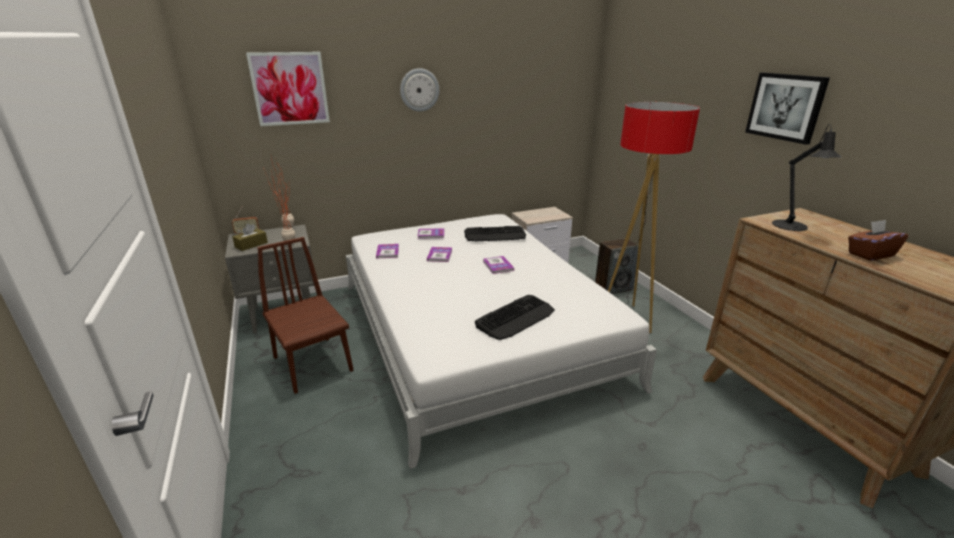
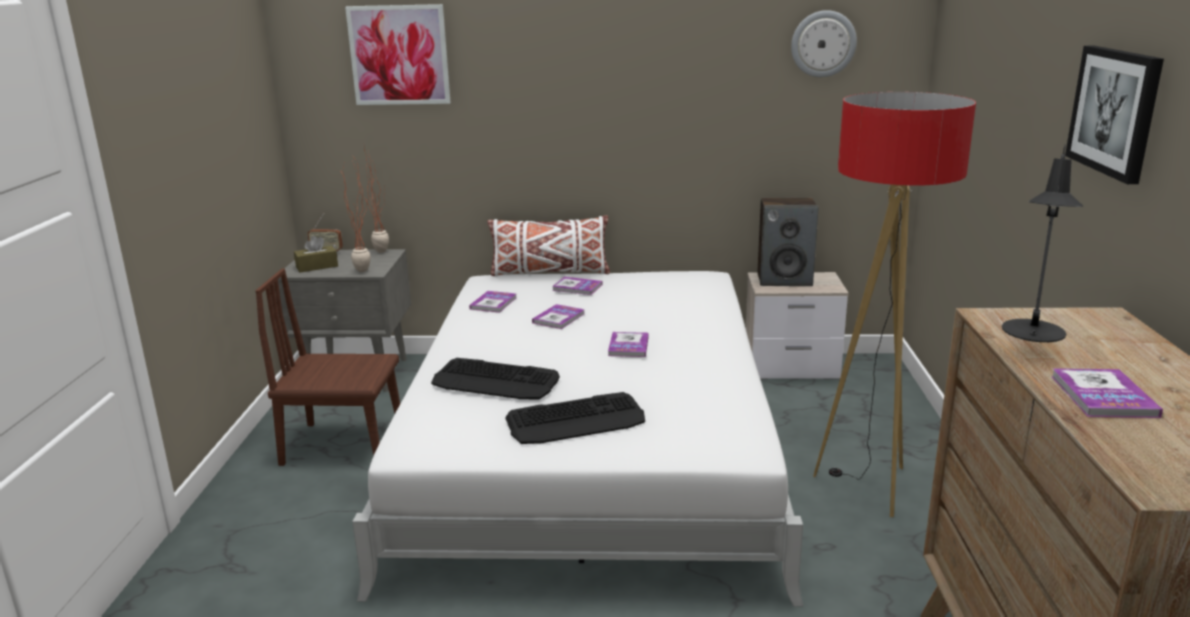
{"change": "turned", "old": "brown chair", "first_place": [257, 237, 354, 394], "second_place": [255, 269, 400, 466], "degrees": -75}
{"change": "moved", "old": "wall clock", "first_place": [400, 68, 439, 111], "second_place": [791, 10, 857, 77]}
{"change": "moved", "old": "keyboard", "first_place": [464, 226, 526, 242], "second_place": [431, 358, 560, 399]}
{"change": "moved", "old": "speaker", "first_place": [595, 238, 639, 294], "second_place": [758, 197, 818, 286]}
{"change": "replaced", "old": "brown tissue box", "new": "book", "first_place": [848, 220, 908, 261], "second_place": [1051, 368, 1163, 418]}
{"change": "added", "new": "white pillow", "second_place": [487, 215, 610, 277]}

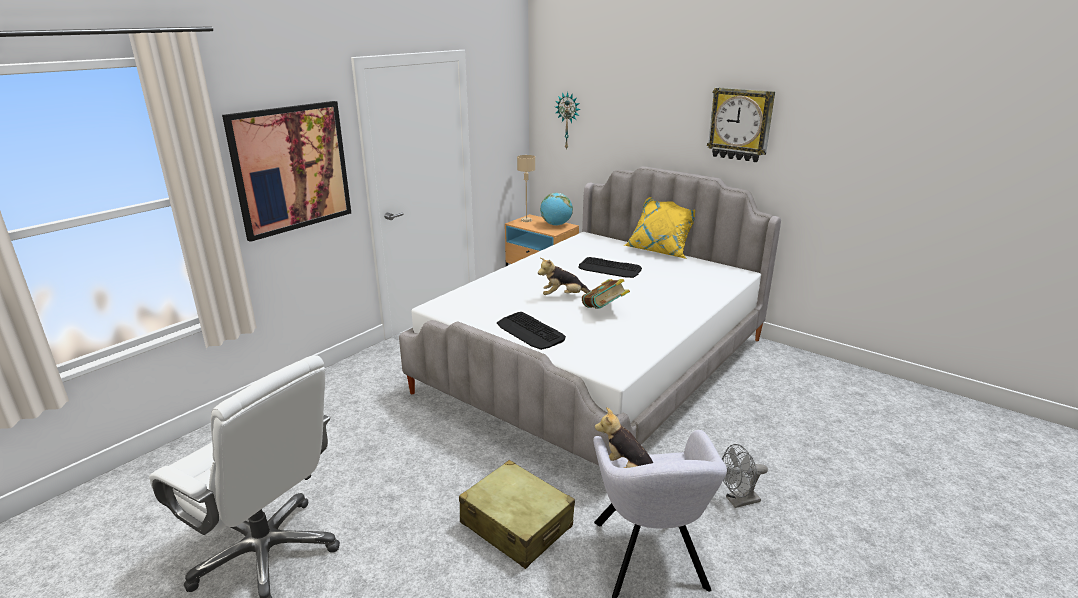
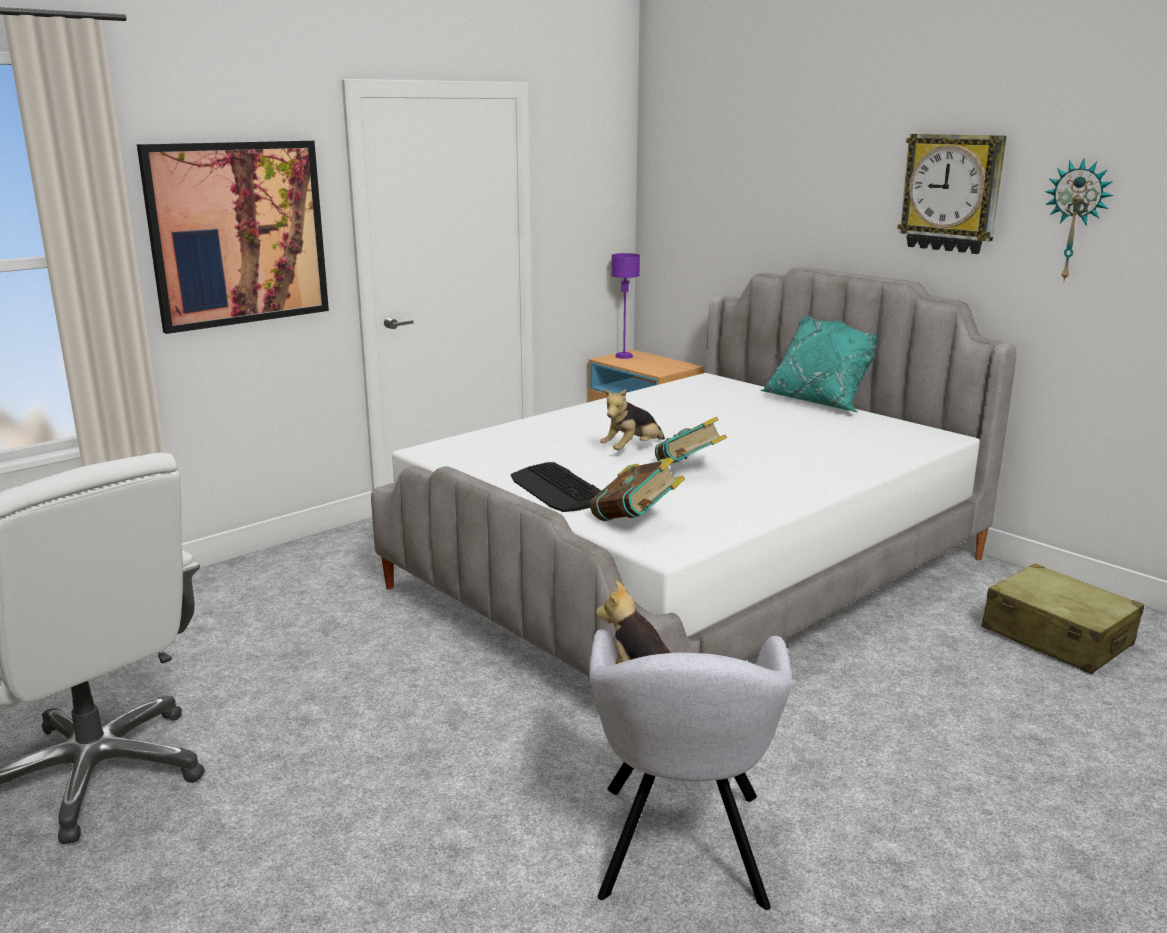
{"change": "moved", "old": "beige suitcase", "first_place": [459, 460, 575, 569], "second_place": [981, 563, 1144, 674]}
{"change": "recoloured", "old": "beige table lamp", "new": "purple table lamp", "first_place": [517, 155, 535, 222], "second_place": [611, 253, 640, 359]}
{"change": "turned", "old": "plush toy", "first_place": [538, 258, 590, 295], "second_place": [600, 389, 665, 450], "degrees": -45}
{"change": "removed", "old": "globe", "first_place": [540, 193, 573, 226]}
{"change": "moved", "old": "wall clock", "first_place": [555, 92, 580, 150], "second_place": [1044, 158, 1113, 282]}
{"change": "removed", "old": "keyboard", "first_place": [578, 257, 642, 278]}
{"change": "recoloured", "old": "yellow pillow", "new": "turquoise pillow", "first_place": [624, 197, 695, 259], "second_place": [760, 315, 877, 412]}
{"change": "removed", "old": "grey fan", "first_place": [722, 444, 768, 508]}
{"change": "added", "new": "book", "second_place": [589, 457, 685, 521]}

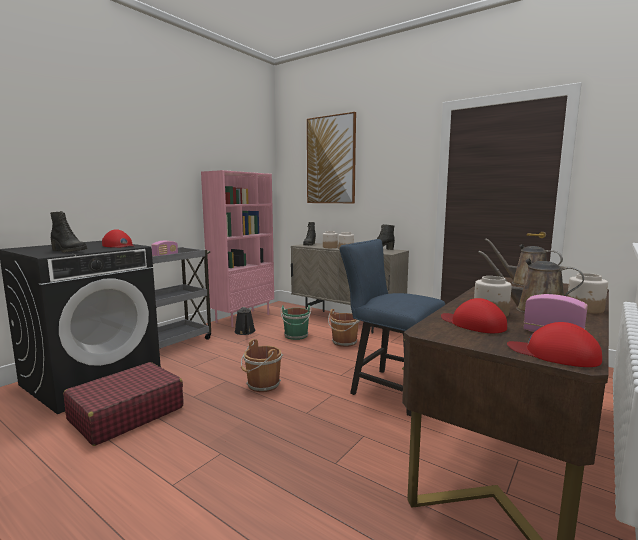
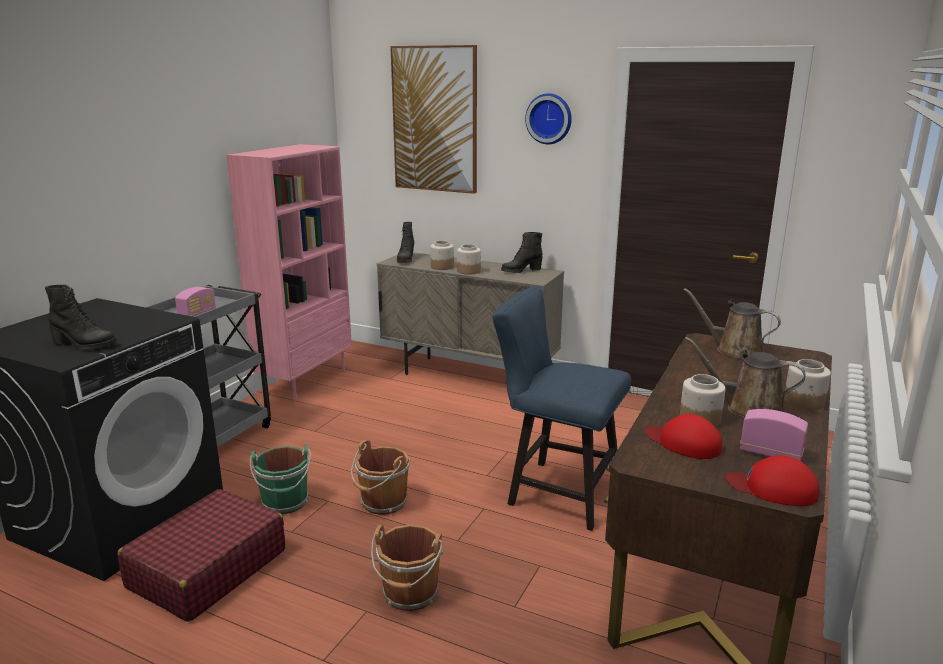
{"change": "removed", "old": "red cap", "first_place": [102, 229, 133, 248]}
{"change": "removed", "old": "black watering can", "first_place": [234, 307, 256, 335]}
{"change": "moved", "old": "green bucket", "first_place": [281, 305, 311, 340], "second_place": [249, 444, 311, 514]}
{"change": "moved", "old": "brown bucket", "first_place": [328, 309, 360, 347], "second_place": [371, 524, 444, 611]}
{"change": "added", "new": "wall clock", "second_place": [525, 93, 572, 144]}

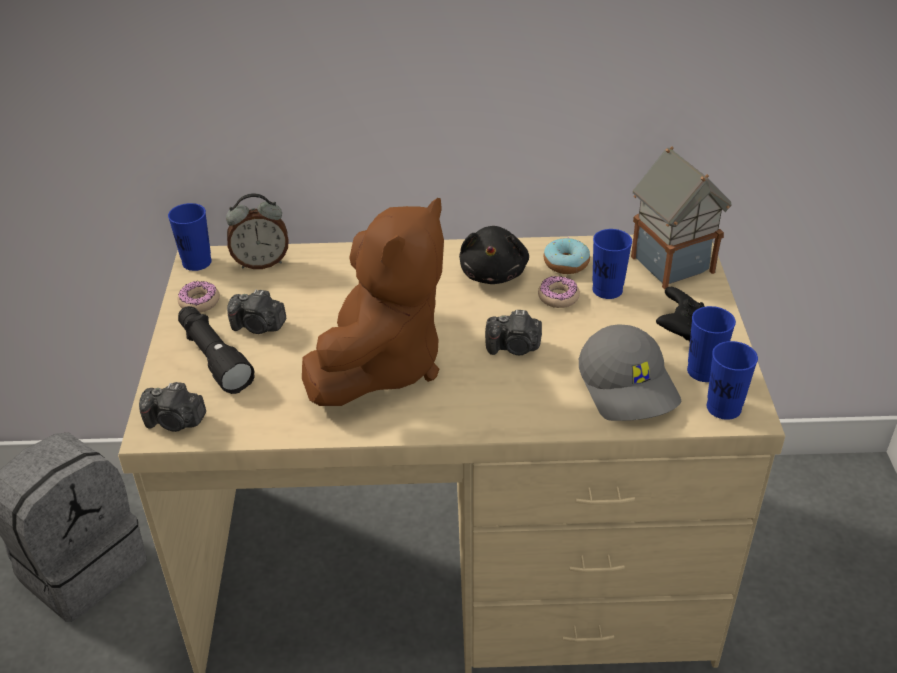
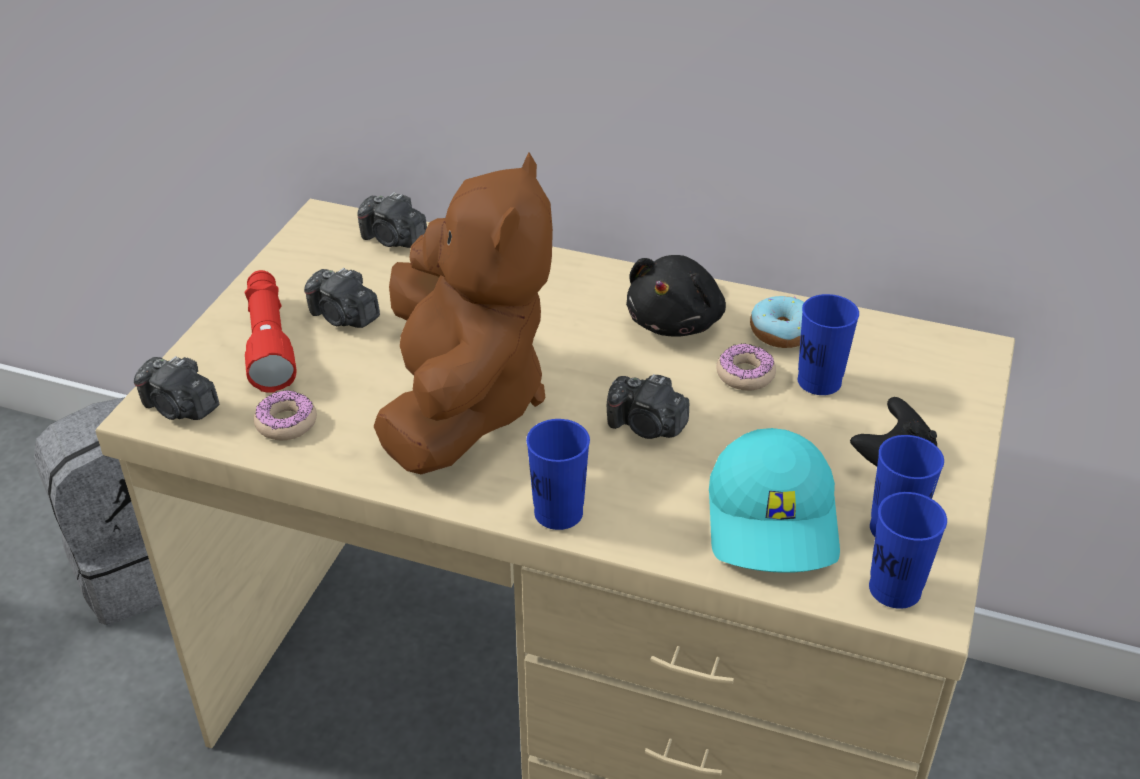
{"change": "moved", "old": "blue cup", "first_place": [168, 203, 212, 271], "second_place": [526, 419, 590, 530]}
{"change": "moved", "old": "donut", "first_place": [177, 281, 220, 312], "second_place": [254, 390, 317, 440]}
{"change": "recoloured", "old": "black flashlight", "new": "red flashlight", "first_place": [178, 306, 255, 394], "second_place": [245, 270, 296, 393]}
{"change": "replaced", "old": "alarm clock", "new": "photo camera", "first_place": [226, 193, 289, 269], "second_place": [357, 192, 427, 248]}
{"change": "turned", "old": "brown plush toy", "first_place": [302, 198, 444, 406], "second_place": [374, 153, 553, 474], "degrees": -45}
{"change": "recoloured", "old": "grey cap", "new": "turquoise cap", "first_place": [579, 324, 682, 421], "second_place": [709, 428, 840, 573]}
{"change": "removed", "old": "toy house", "first_place": [631, 146, 732, 289]}

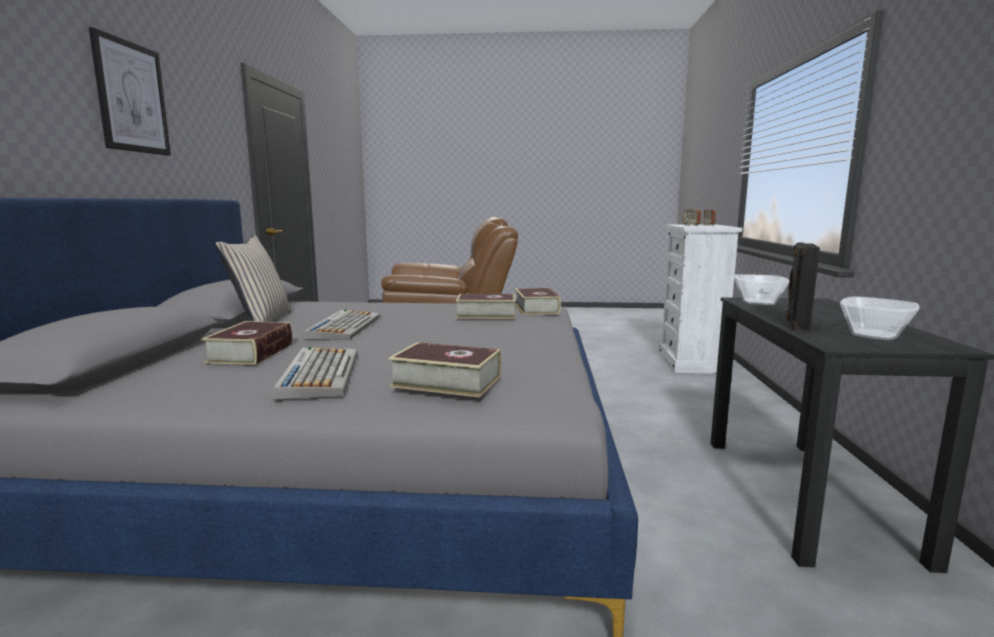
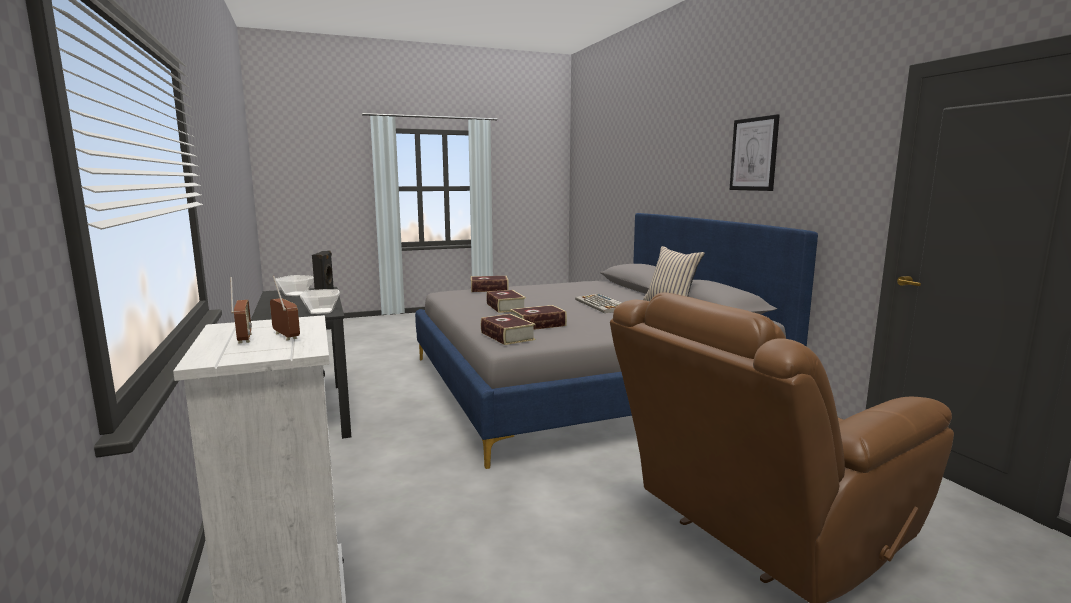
{"change": "moved", "old": "book", "first_place": [202, 321, 293, 365], "second_place": [486, 290, 526, 313]}
{"change": "removed", "old": "keyboard", "first_place": [271, 347, 357, 400]}

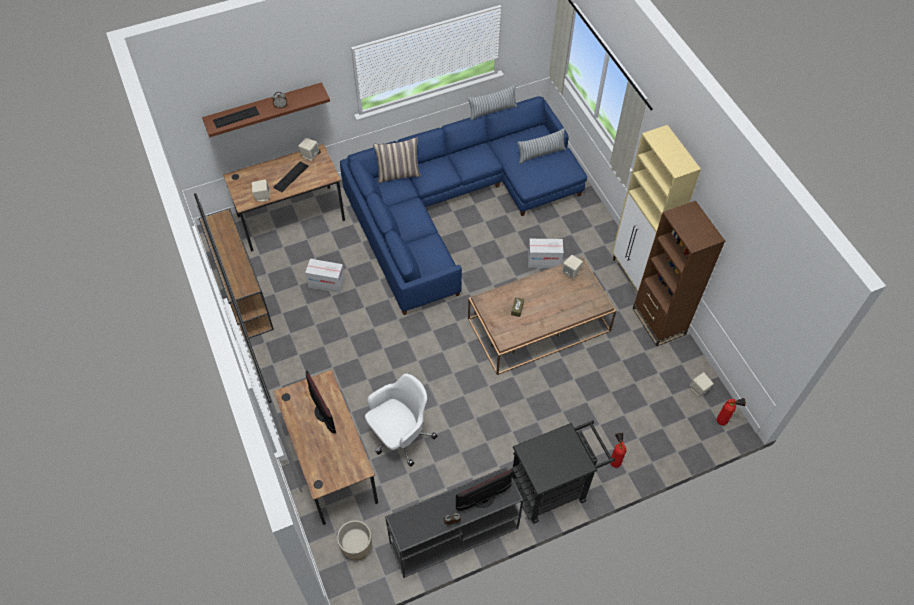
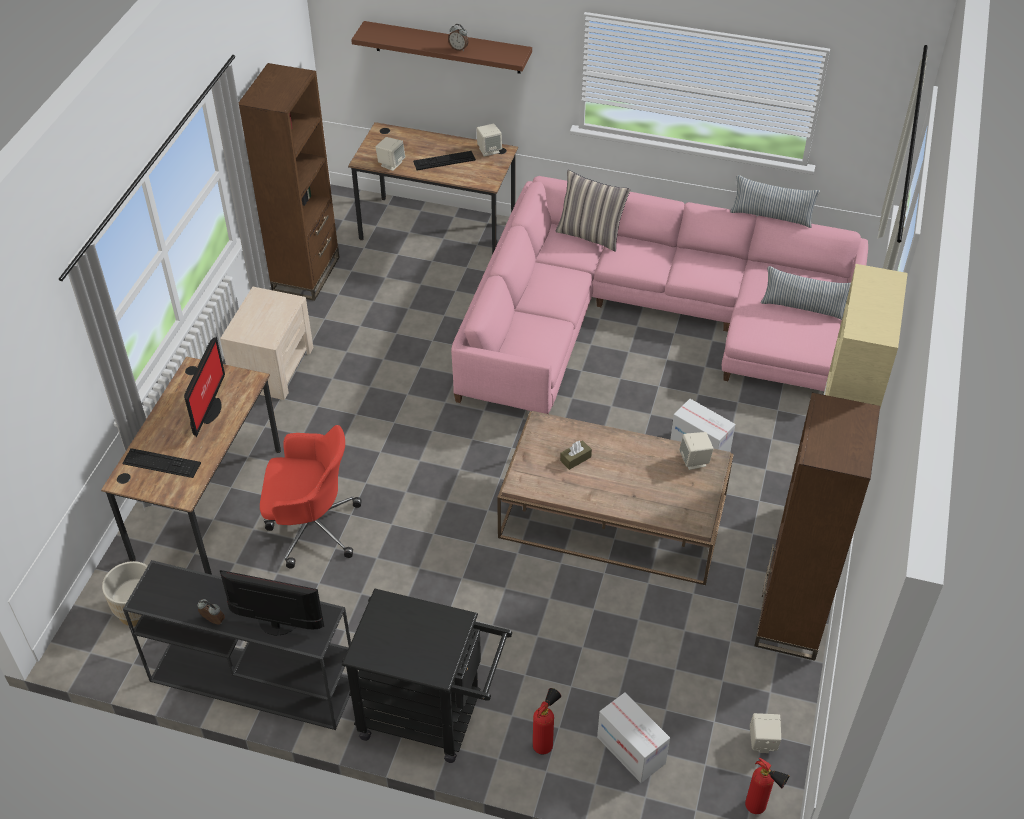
{"change": "replaced", "old": "brown console table", "new": "brown bookcase", "first_place": [199, 208, 274, 340], "second_place": [239, 63, 339, 301]}
{"change": "moved", "old": "keyboard", "first_place": [213, 106, 260, 128], "second_place": [122, 448, 201, 478]}
{"change": "moved", "old": "cardboard box", "first_place": [305, 259, 345, 293], "second_place": [597, 693, 670, 783]}
{"change": "recoloured", "old": "blue sofa", "new": "pink sofa", "first_place": [340, 96, 587, 315], "second_place": [451, 176, 868, 414]}
{"change": "recoloured", "old": "white office chair", "new": "red office chair", "first_place": [365, 374, 437, 467], "second_place": [260, 425, 362, 569]}
{"change": "added", "new": "beige nightstand", "second_place": [220, 287, 313, 400]}

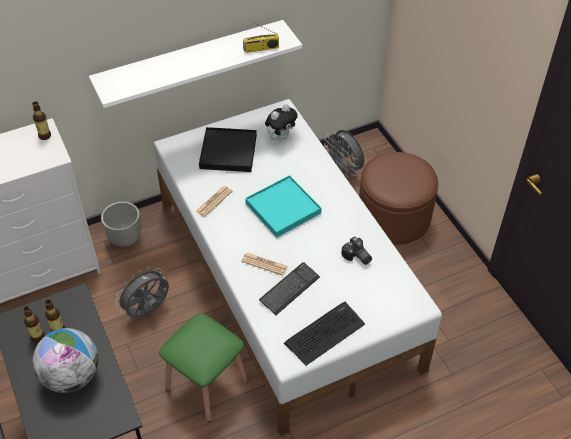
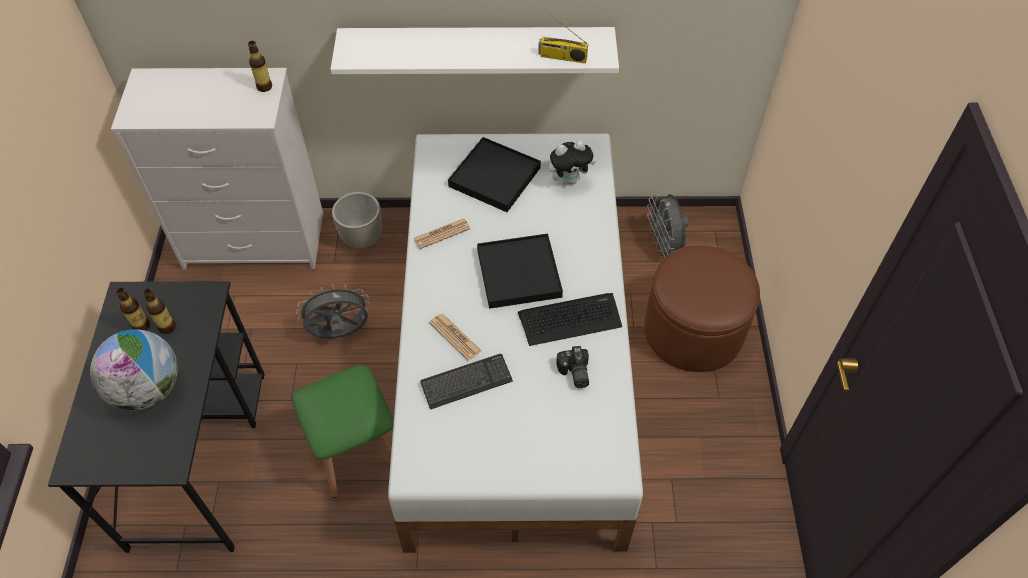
{"change": "recoloured", "old": "turquoise tray", "new": "black tray", "first_place": [245, 175, 321, 238], "second_place": [477, 234, 563, 309]}
{"change": "moved", "old": "keyboard", "first_place": [284, 301, 365, 366], "second_place": [518, 293, 622, 346]}

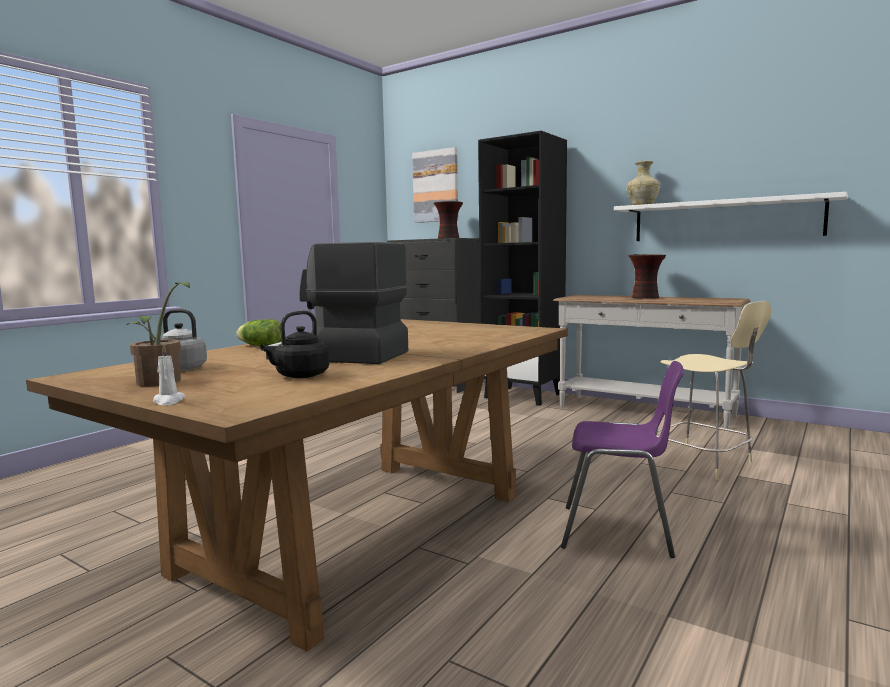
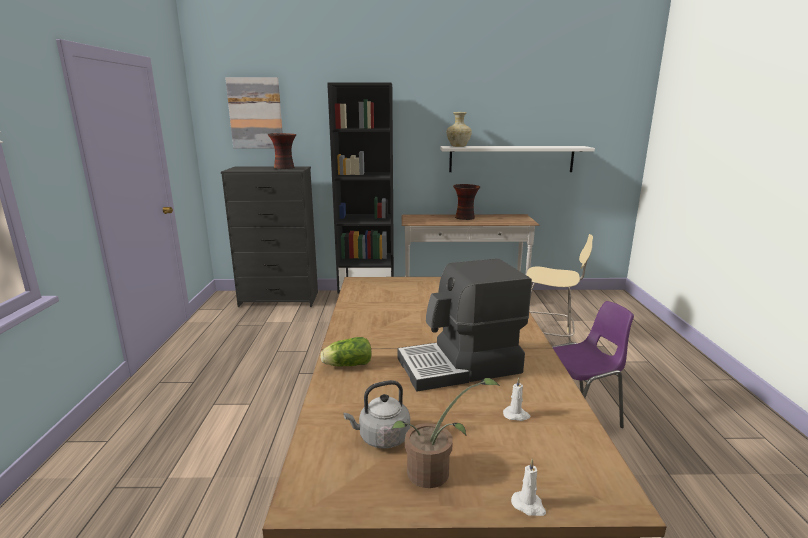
{"change": "replaced", "old": "black kettle", "new": "white candle", "first_place": [260, 310, 329, 378], "second_place": [503, 377, 531, 421]}

